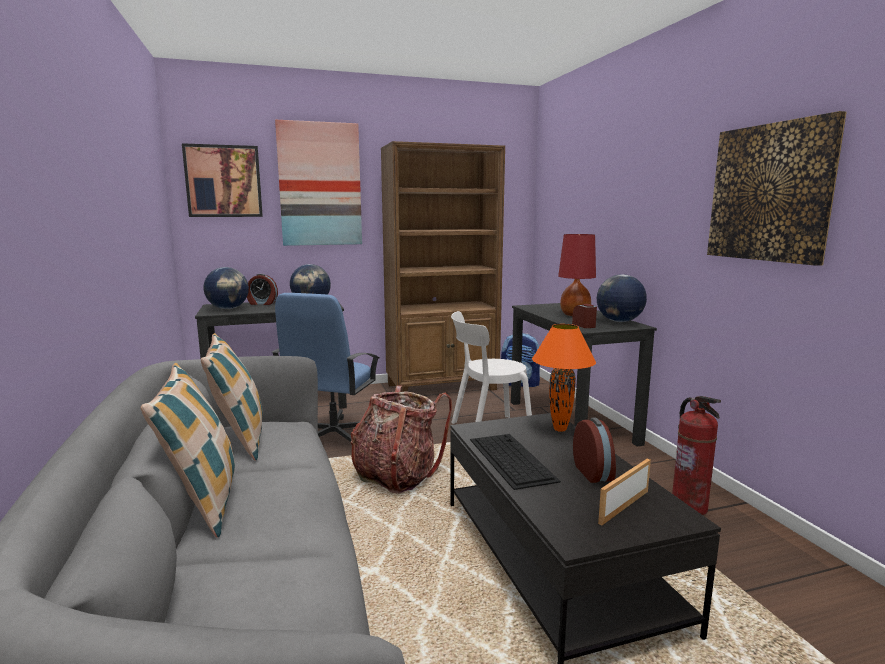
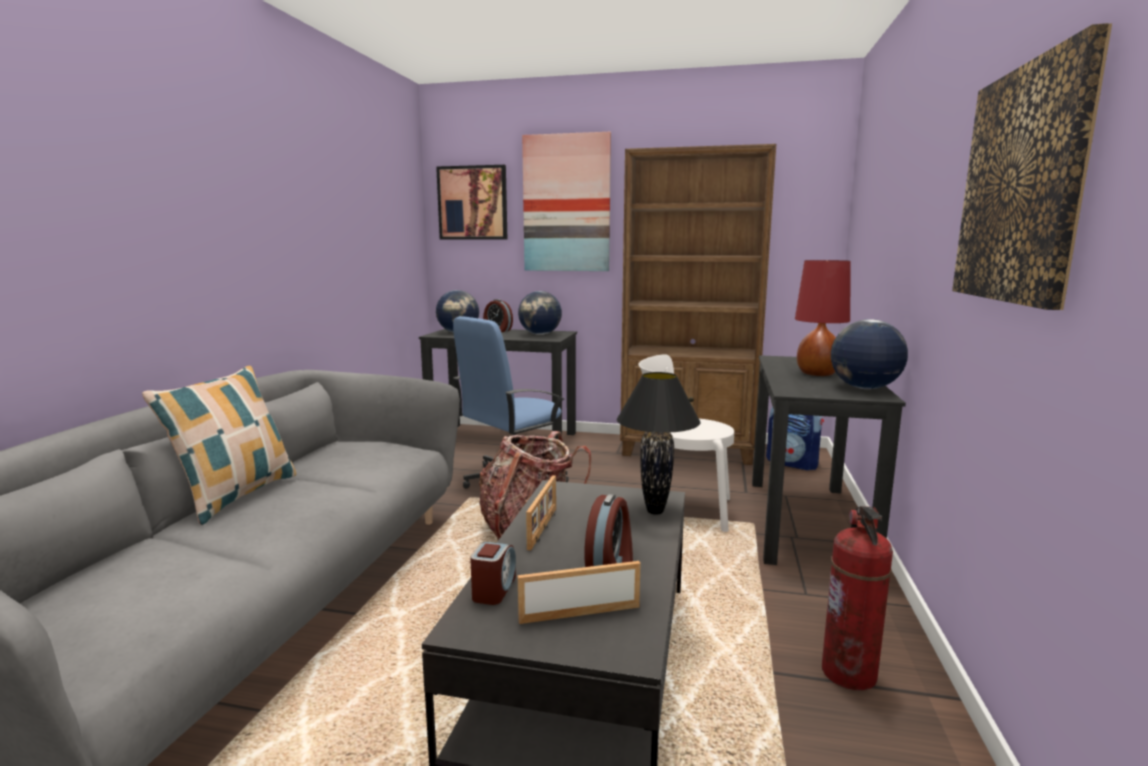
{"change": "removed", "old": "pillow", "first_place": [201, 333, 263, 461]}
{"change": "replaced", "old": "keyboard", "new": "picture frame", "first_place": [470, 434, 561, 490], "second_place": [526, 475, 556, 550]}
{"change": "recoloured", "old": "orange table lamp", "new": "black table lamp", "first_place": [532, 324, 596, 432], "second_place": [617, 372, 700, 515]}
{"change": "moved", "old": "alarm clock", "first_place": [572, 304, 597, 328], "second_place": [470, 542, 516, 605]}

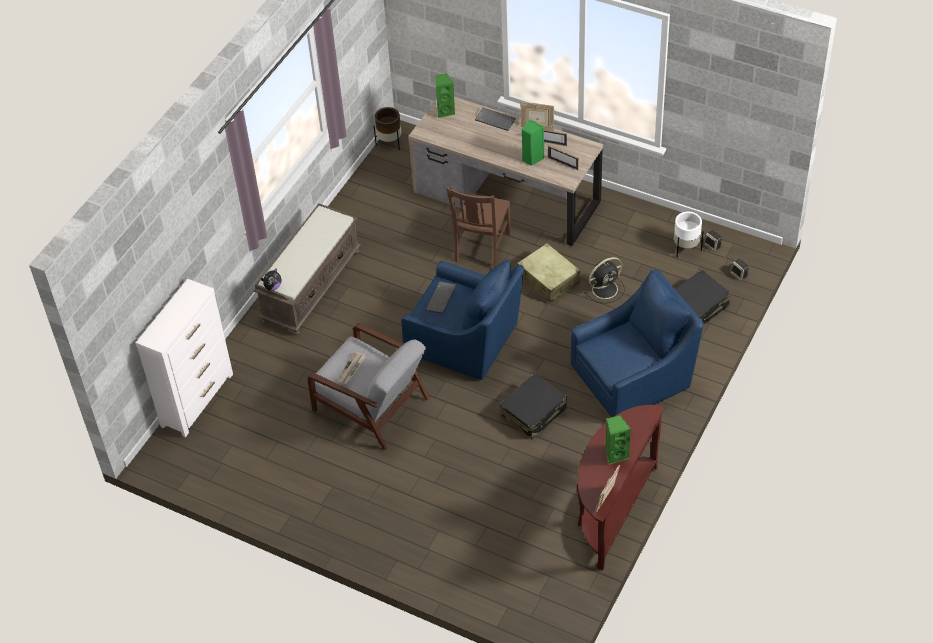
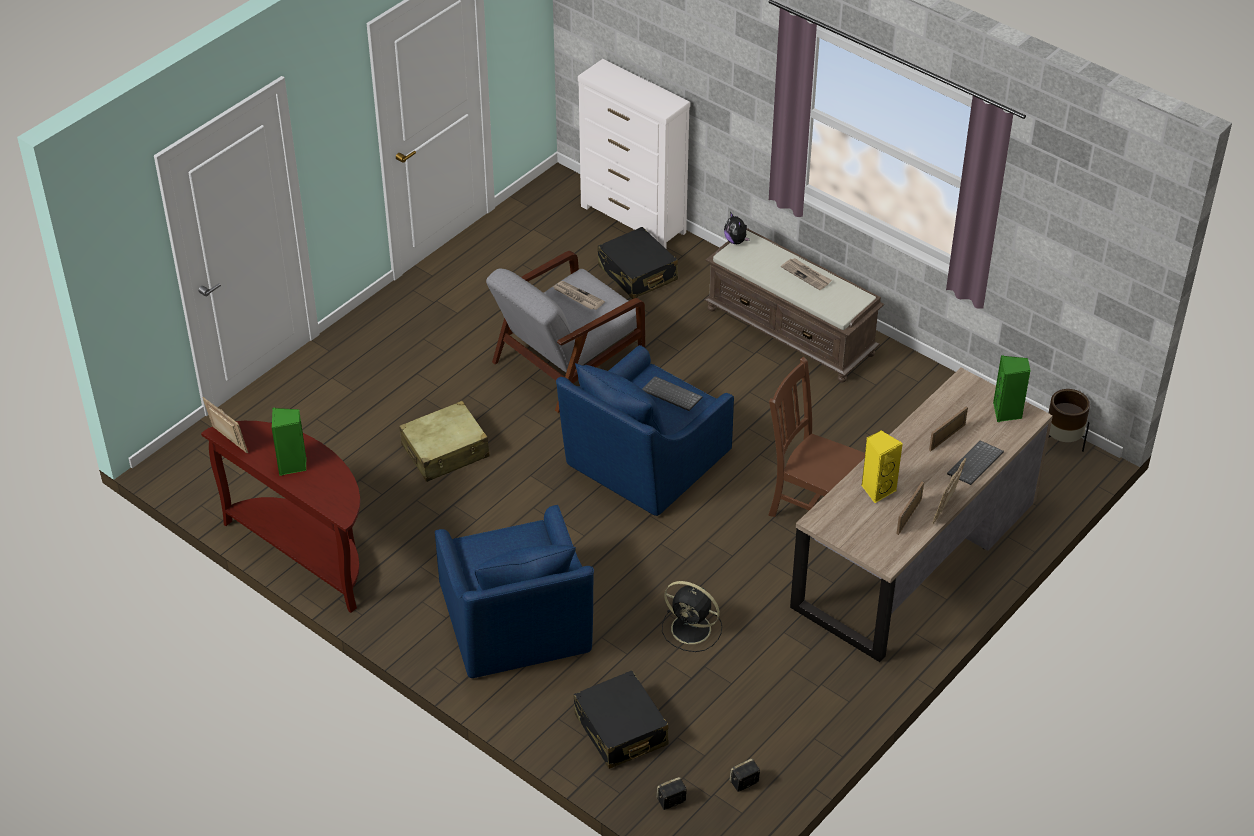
{"change": "moved", "old": "black suitcase", "first_place": [500, 373, 567, 439], "second_place": [597, 227, 678, 299]}
{"change": "moved", "old": "beige suitcase", "first_place": [517, 243, 580, 303], "second_place": [399, 401, 490, 482]}
{"change": "recoloured", "old": "green speaker", "new": "yellow speaker", "first_place": [522, 119, 544, 166], "second_place": [861, 430, 903, 503]}
{"change": "moved", "old": "picture frame", "first_place": [548, 146, 579, 170], "second_place": [929, 406, 968, 451]}
{"change": "turned", "old": "black fan", "first_place": [584, 257, 625, 303], "second_place": [662, 581, 722, 652], "degrees": -45}
{"change": "removed", "old": "white planter", "first_place": [674, 212, 704, 257]}
{"change": "added", "new": "newspaper", "second_place": [781, 258, 832, 290]}

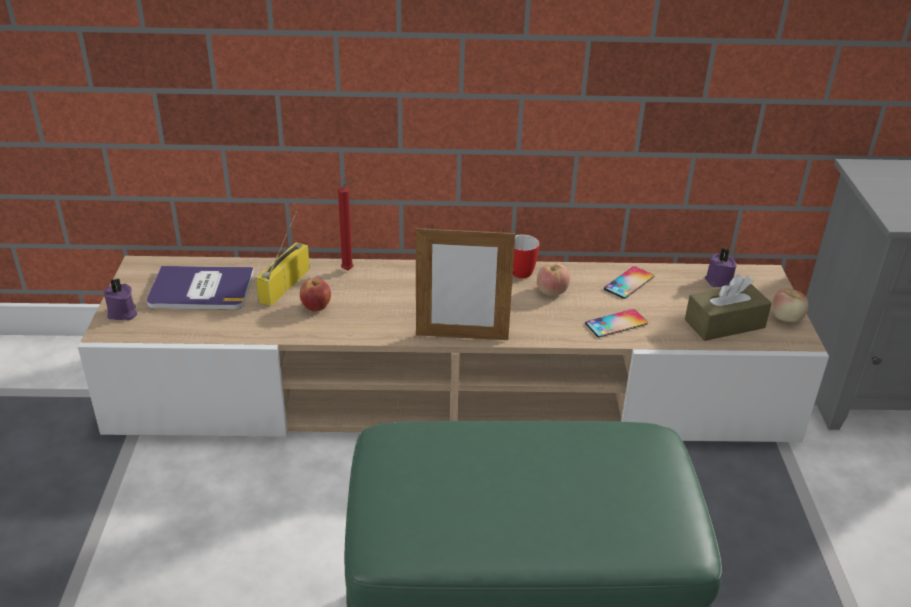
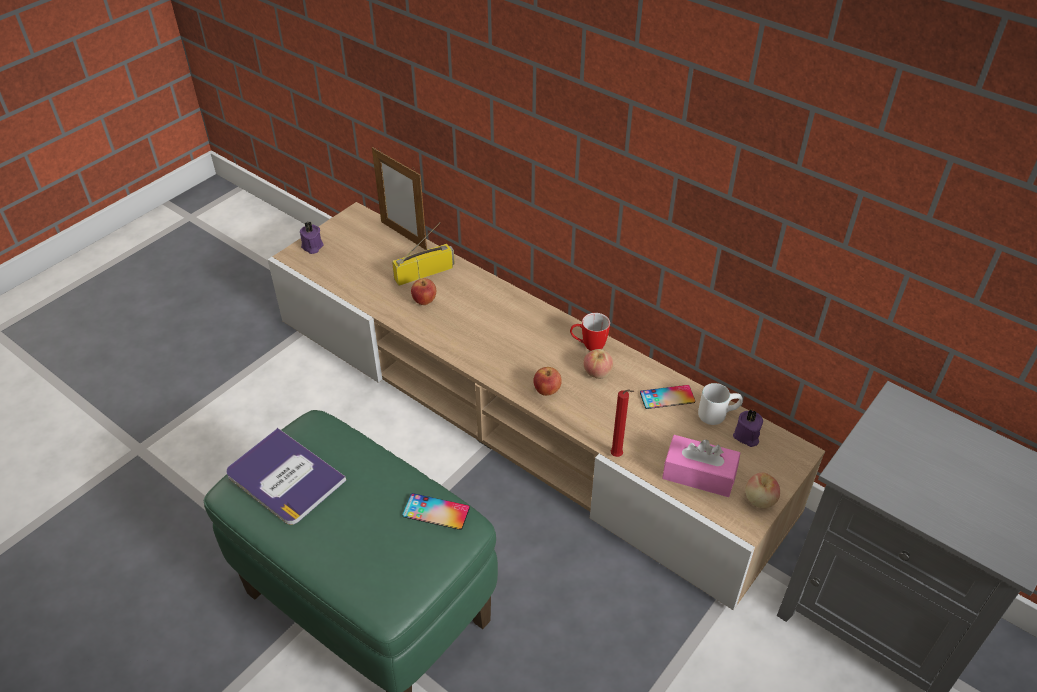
{"change": "moved", "old": "book", "first_place": [146, 266, 254, 310], "second_place": [226, 428, 346, 525]}
{"change": "moved", "old": "red candle", "first_place": [338, 180, 354, 271], "second_place": [611, 390, 635, 457]}
{"change": "moved", "old": "picture frame", "first_place": [416, 225, 515, 340], "second_place": [372, 147, 427, 250]}
{"change": "moved", "old": "phone", "first_place": [585, 309, 648, 338], "second_place": [402, 493, 470, 530]}
{"change": "recoloured", "old": "brown tissue box", "new": "pink tissue box", "first_place": [685, 274, 772, 341], "second_place": [662, 435, 740, 497]}
{"change": "added", "new": "apple", "second_place": [533, 367, 562, 396]}
{"change": "added", "new": "white mug", "second_place": [698, 383, 743, 425]}

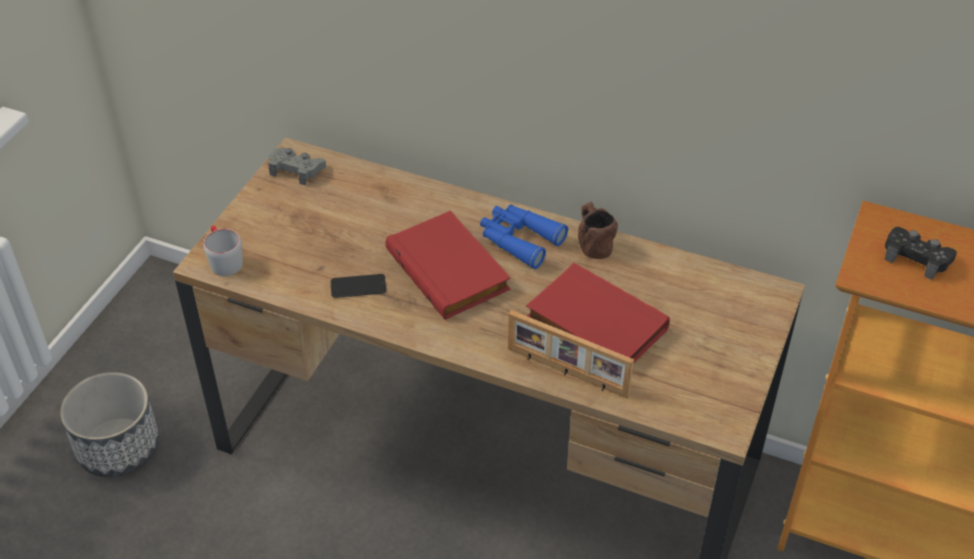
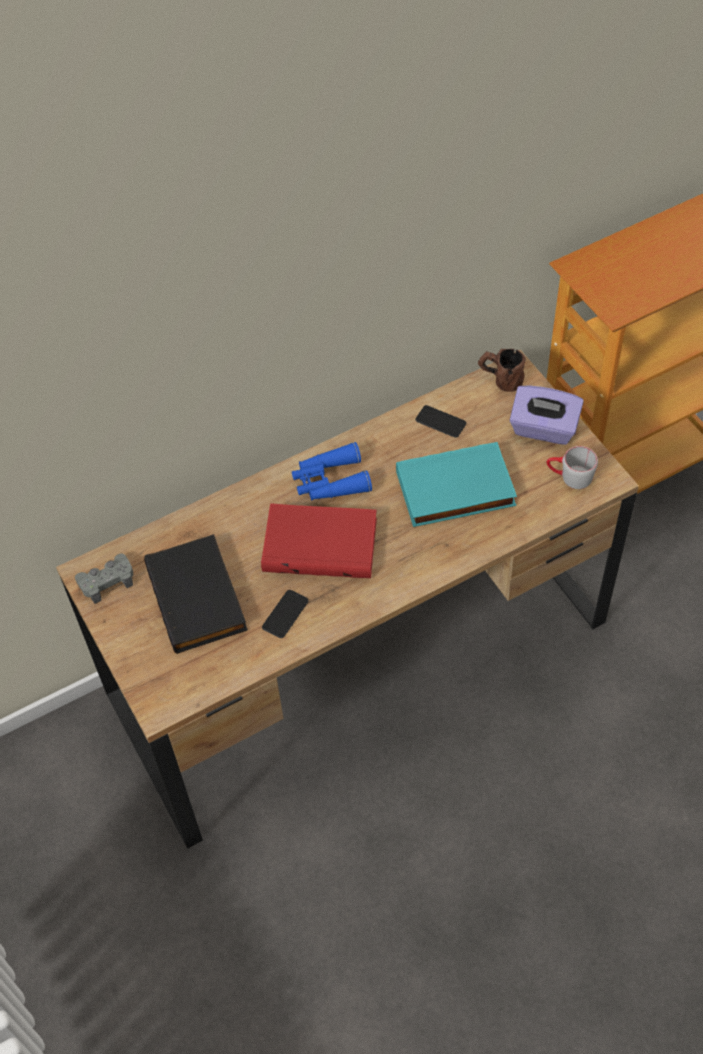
{"change": "removed", "old": "planter", "first_place": [60, 372, 159, 477]}
{"change": "moved", "old": "grey mug", "first_place": [203, 225, 243, 276], "second_place": [547, 446, 598, 489]}
{"change": "removed", "old": "picture frame", "first_place": [508, 310, 634, 398]}
{"change": "recoloured", "old": "red book", "new": "turquoise book", "first_place": [526, 263, 670, 364], "second_place": [396, 442, 517, 527]}
{"change": "moved", "old": "brown mug", "first_place": [578, 202, 618, 259], "second_place": [478, 349, 526, 392]}
{"change": "removed", "old": "black game controller", "first_place": [885, 227, 957, 280]}
{"change": "added", "new": "black book", "second_place": [144, 534, 248, 654]}
{"change": "added", "new": "phone", "second_place": [415, 405, 466, 438]}
{"change": "added", "new": "purple tissue box", "second_place": [510, 385, 584, 445]}

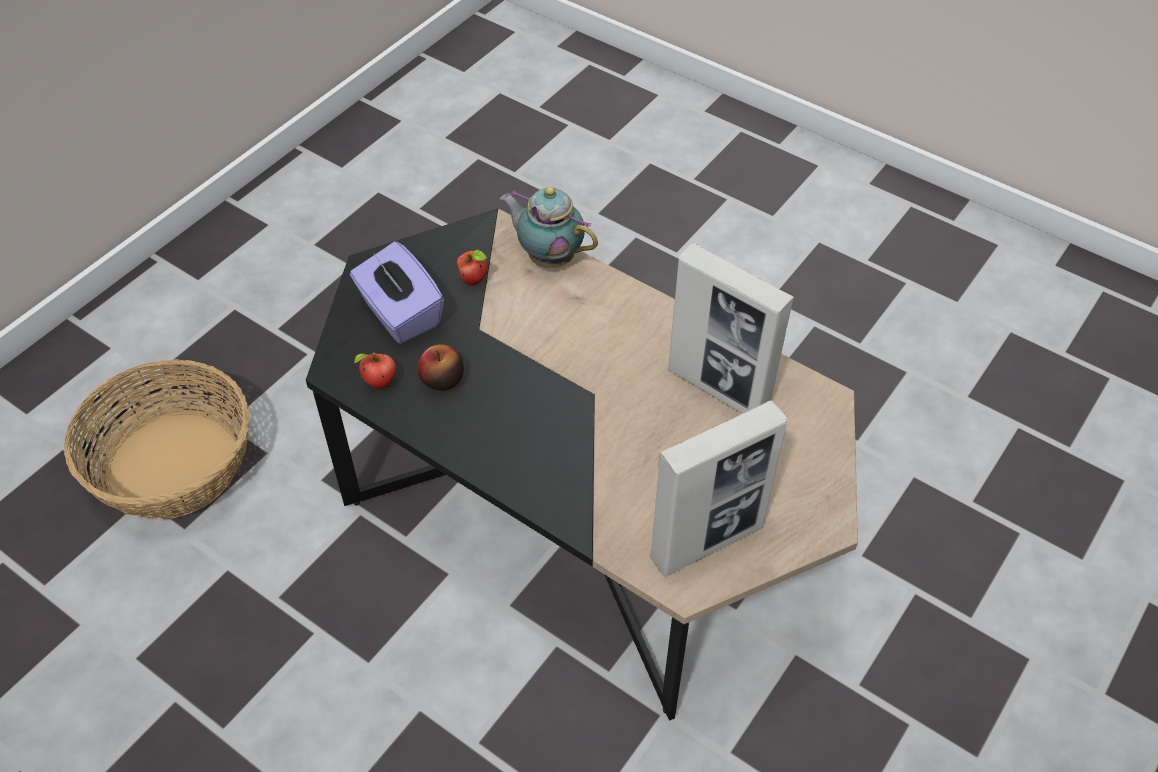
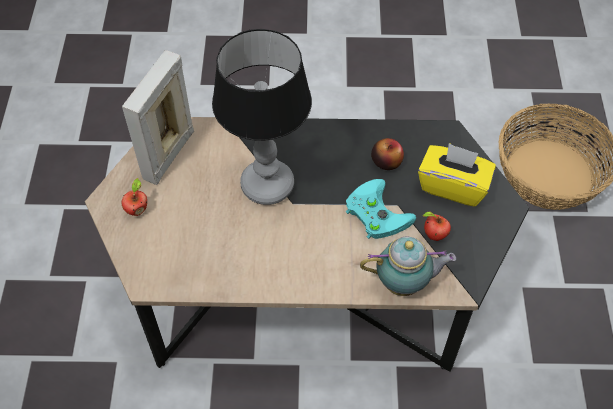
{"change": "recoloured", "old": "purple tissue box", "new": "yellow tissue box", "first_place": [350, 241, 444, 344], "second_place": [418, 143, 496, 207]}
{"change": "moved", "old": "apple", "first_place": [354, 353, 396, 389], "second_place": [122, 178, 147, 216]}
{"change": "removed", "old": "picture frame", "first_place": [668, 243, 794, 414]}
{"change": "added", "new": "table lamp", "second_place": [212, 29, 312, 205]}
{"change": "added", "new": "turquoise game controller", "second_place": [346, 179, 416, 239]}

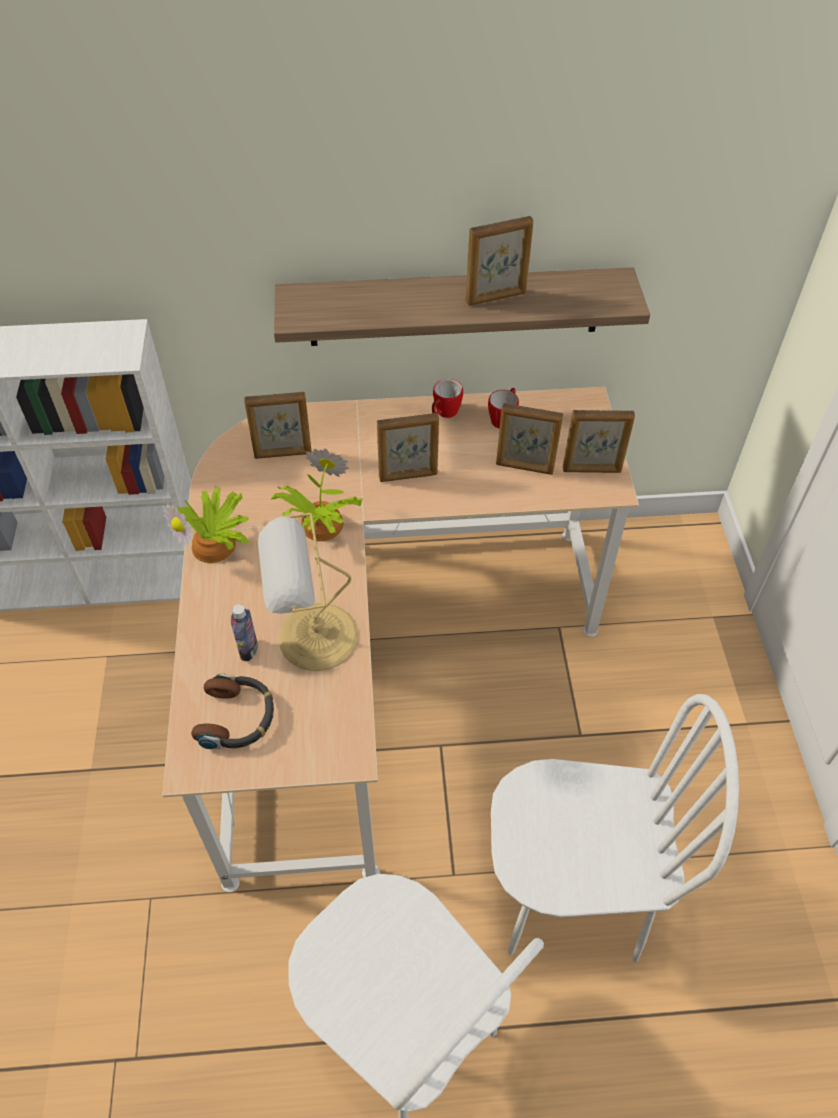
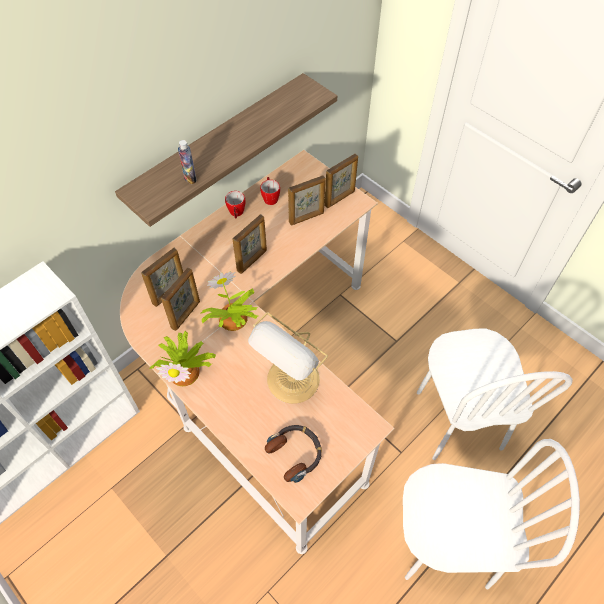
{"change": "moved", "old": "bottle", "first_place": [231, 604, 258, 661], "second_place": [178, 140, 196, 184]}
{"change": "moved", "old": "picture frame", "first_place": [466, 216, 534, 306], "second_place": [161, 268, 200, 331]}
{"change": "turned", "old": "white chair", "first_place": [491, 694, 739, 962], "second_place": [417, 329, 573, 460], "degrees": 120}

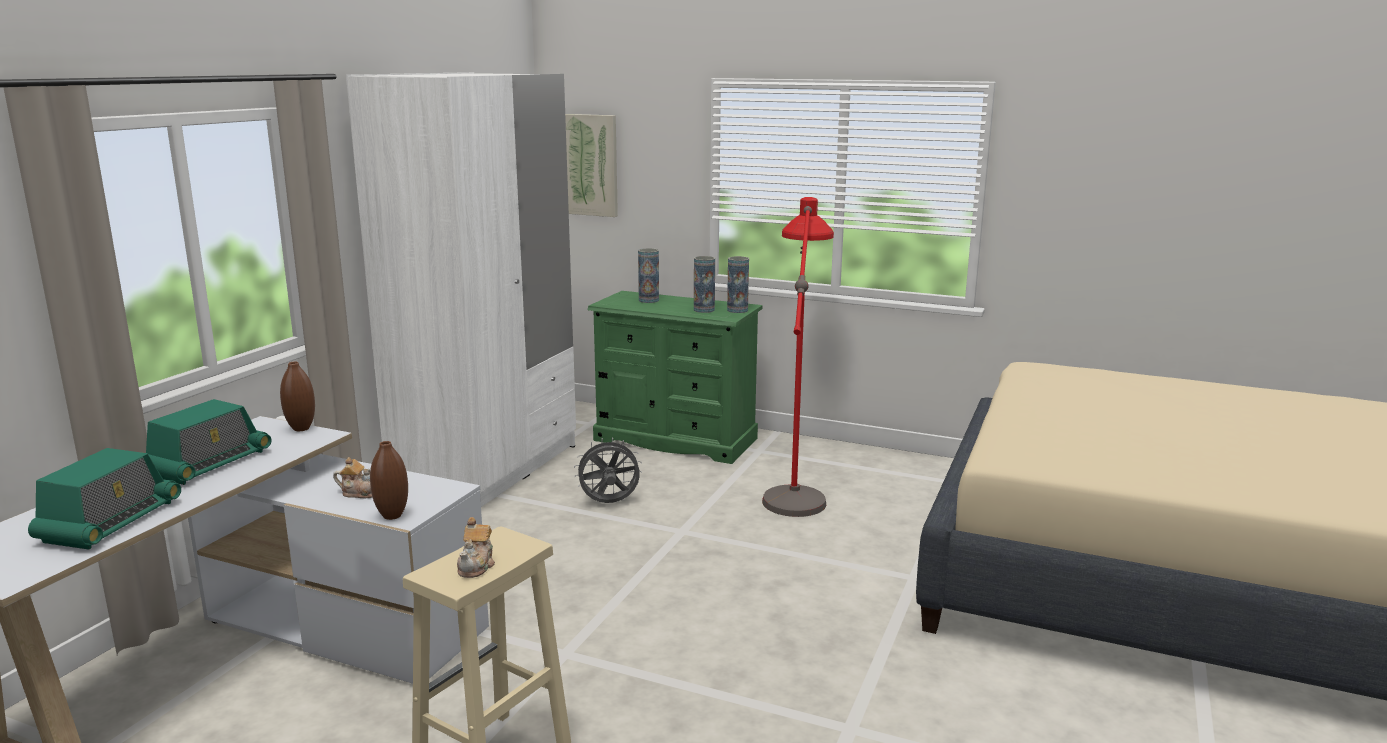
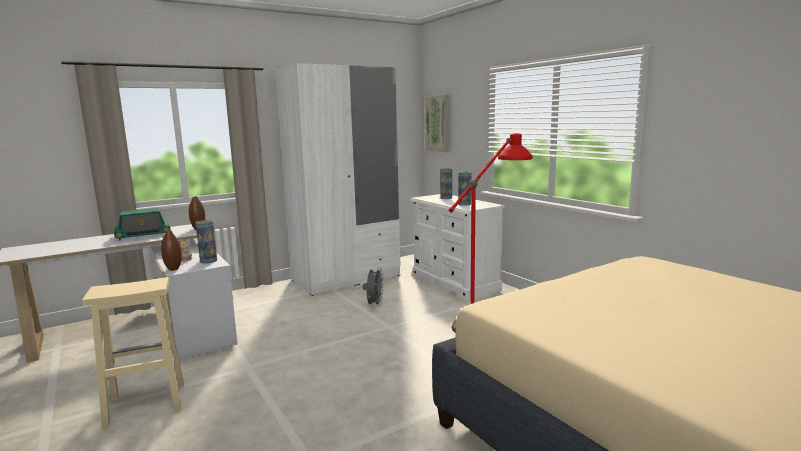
{"change": "removed", "old": "radio", "first_place": [28, 448, 181, 550]}
{"change": "removed", "old": "teapot", "first_place": [457, 517, 495, 578]}
{"change": "turned", "old": "grey fan", "first_place": [574, 437, 642, 503], "second_place": [363, 267, 384, 307], "degrees": 75}
{"change": "recoloured", "old": "green dresser", "new": "white dresser", "first_place": [588, 291, 762, 464], "second_place": [411, 194, 505, 301]}
{"change": "moved", "old": "vase", "first_place": [727, 256, 749, 313], "second_place": [195, 220, 217, 264]}

